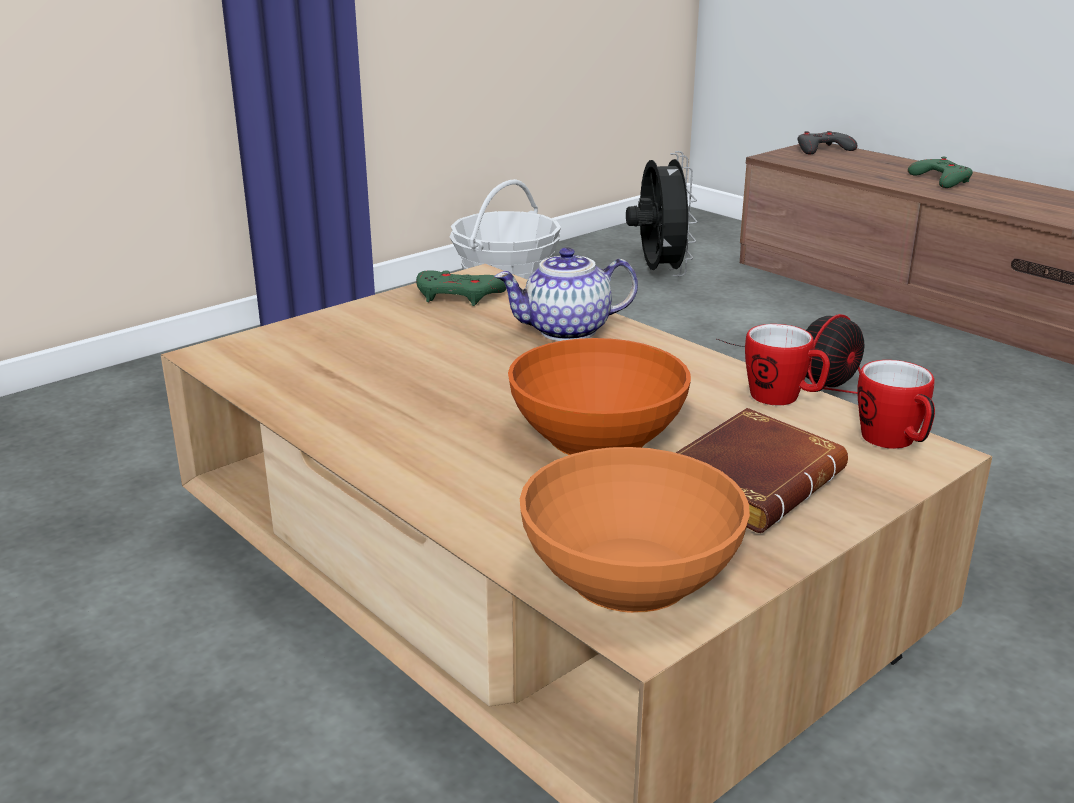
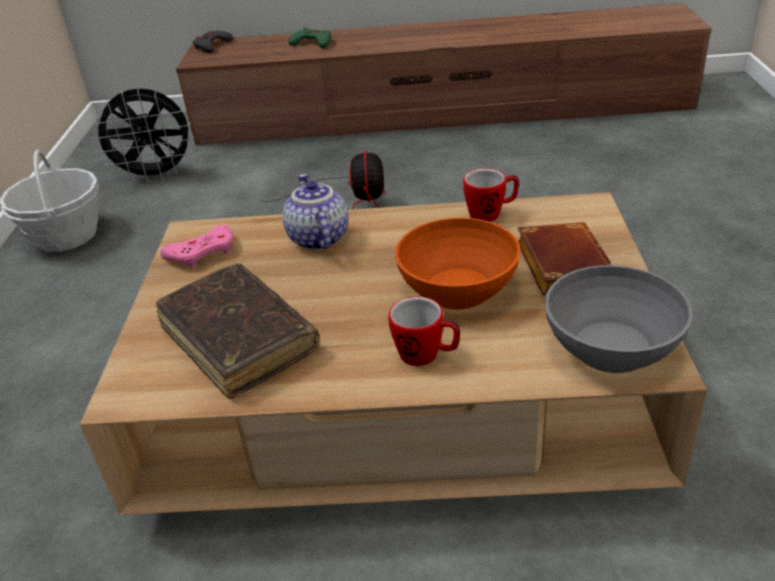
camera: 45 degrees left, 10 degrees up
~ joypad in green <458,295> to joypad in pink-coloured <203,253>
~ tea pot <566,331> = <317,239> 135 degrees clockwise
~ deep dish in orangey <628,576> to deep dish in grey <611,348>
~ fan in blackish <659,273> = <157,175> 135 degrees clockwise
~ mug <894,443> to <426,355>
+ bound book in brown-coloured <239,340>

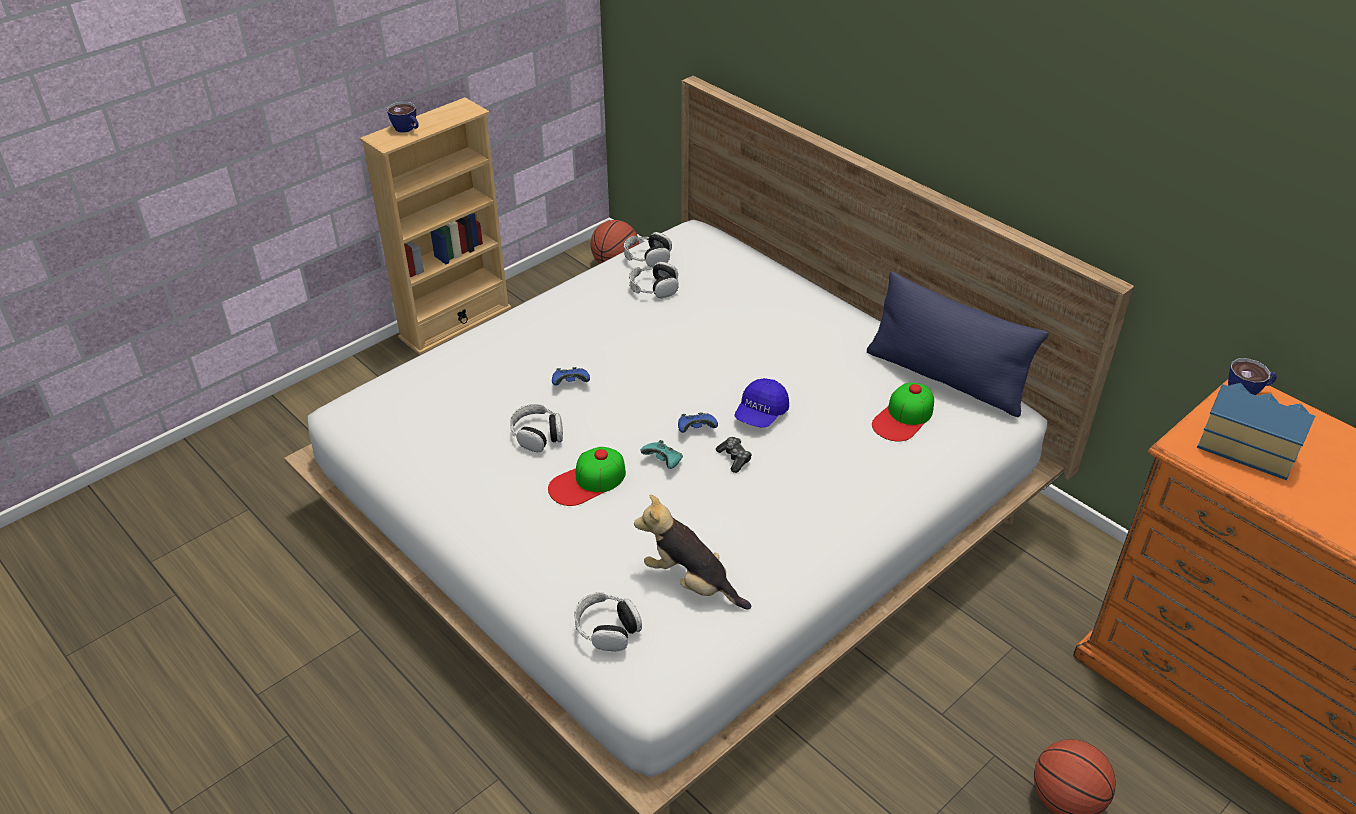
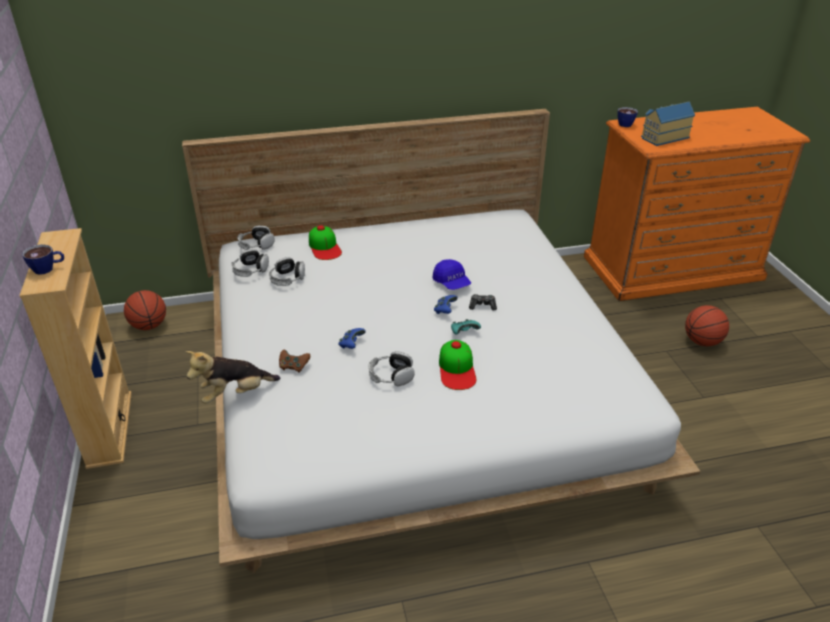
camera: 60 degrees left, 5 degrees down
~ pair of headphones <607,629> to <256,245>
~ soft toy <691,582> to <235,394>
- throw pillow in bluish <945,378>
~ peaked cap <903,417> to <324,247>
+ joypad in brown-coloured <293,367>

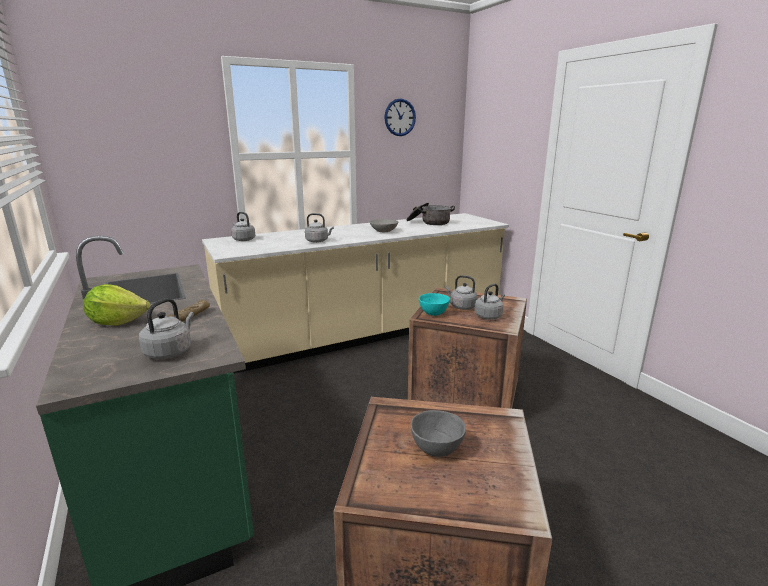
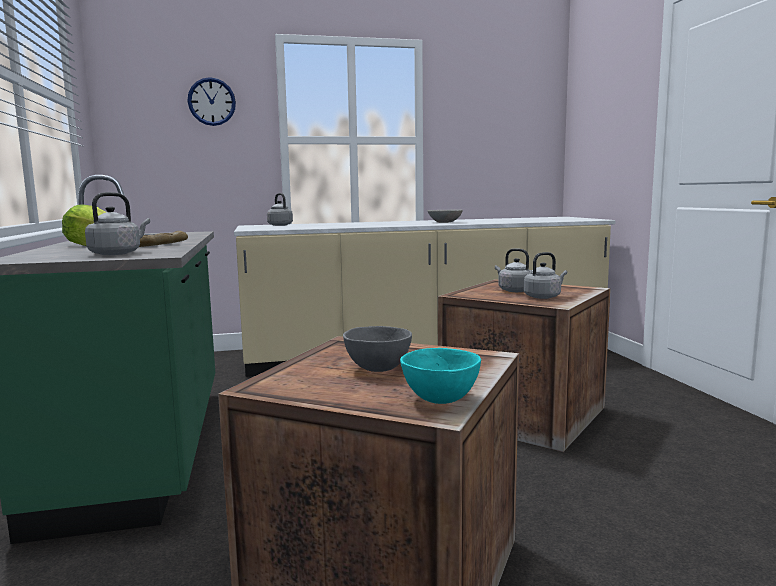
camera: 15 degrees right, 10 degrees down
- kettle in grey <318,241>
~ clock on the wall <400,117> to <211,101>
- cooking pot <429,222>
~ deep dish in blue-green <433,314> to <439,400>

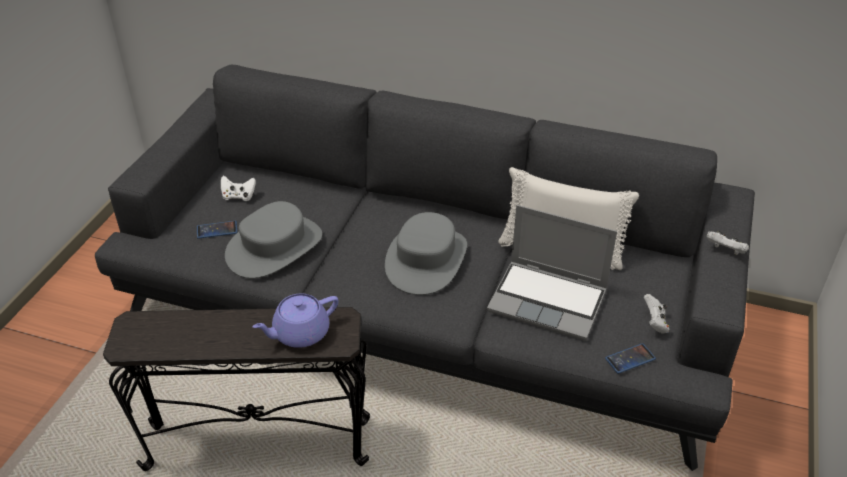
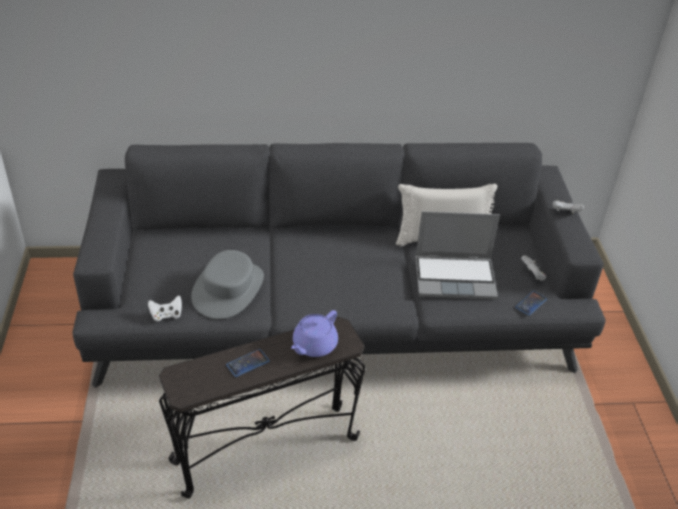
camera: 25 degrees left, 0 degrees up
~ phone <217,230> to <247,363>
~ joypad in white-coloured <239,196> to <166,315>
- hat in grey <426,259>

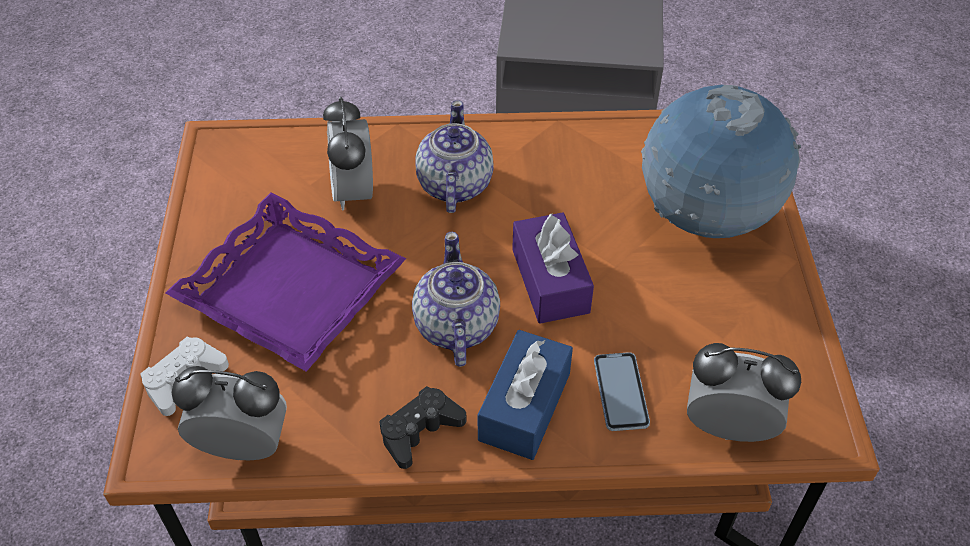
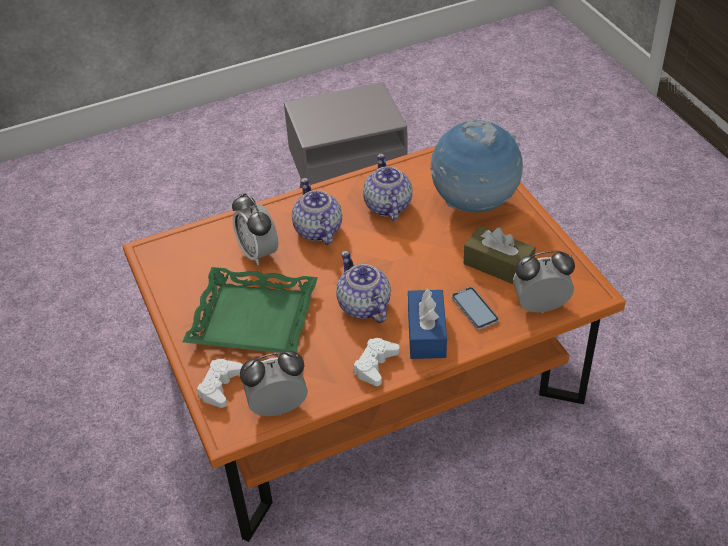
camera: 20 degrees left, 5 degrees down
~ tray in purple <289,291> to tray in green <253,319>
~ joypad in blackish <420,431> to joypad in white-coloured <375,365>
- tissue holder in purple <550,281>
+ tea pot <387,206>
+ tissue holder in brown-coloured <498,265>

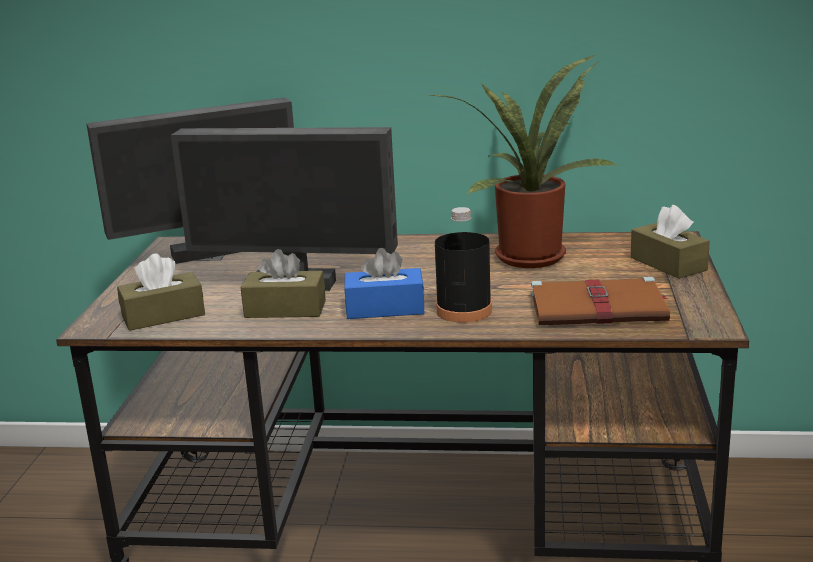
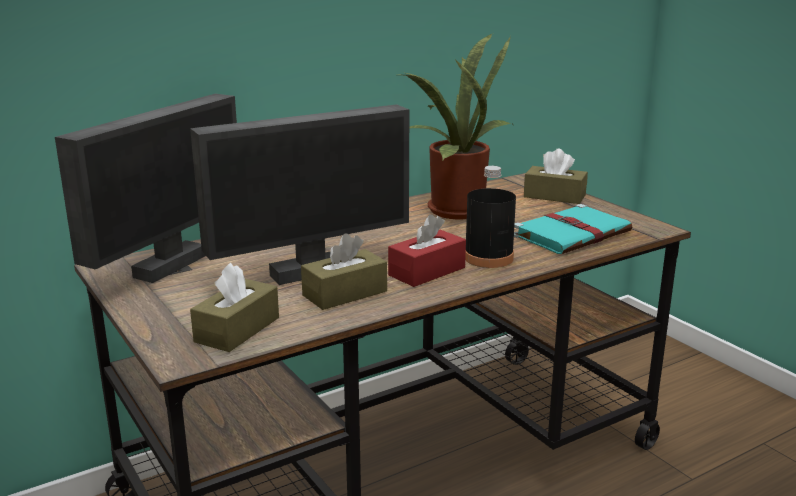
camera: 40 degrees left, 0 degrees up
~ tissue holder in bluish <385,308> to tissue holder in red <427,271>
~ bound book in brown-coloured <600,308> to bound book in blue-green <573,233>

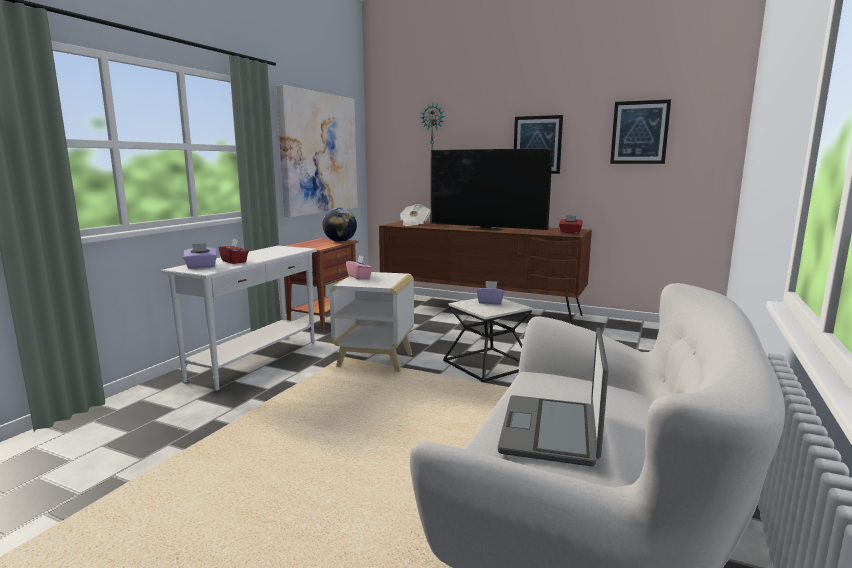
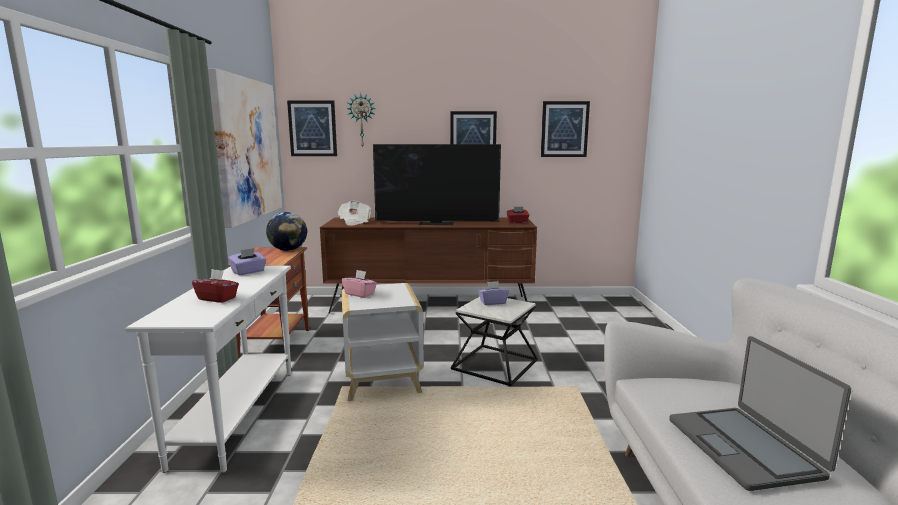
camera: 25 degrees left, 0 degrees up
~ tissue holder in purple <201,266> to <248,272>
+ wall art <312,128>

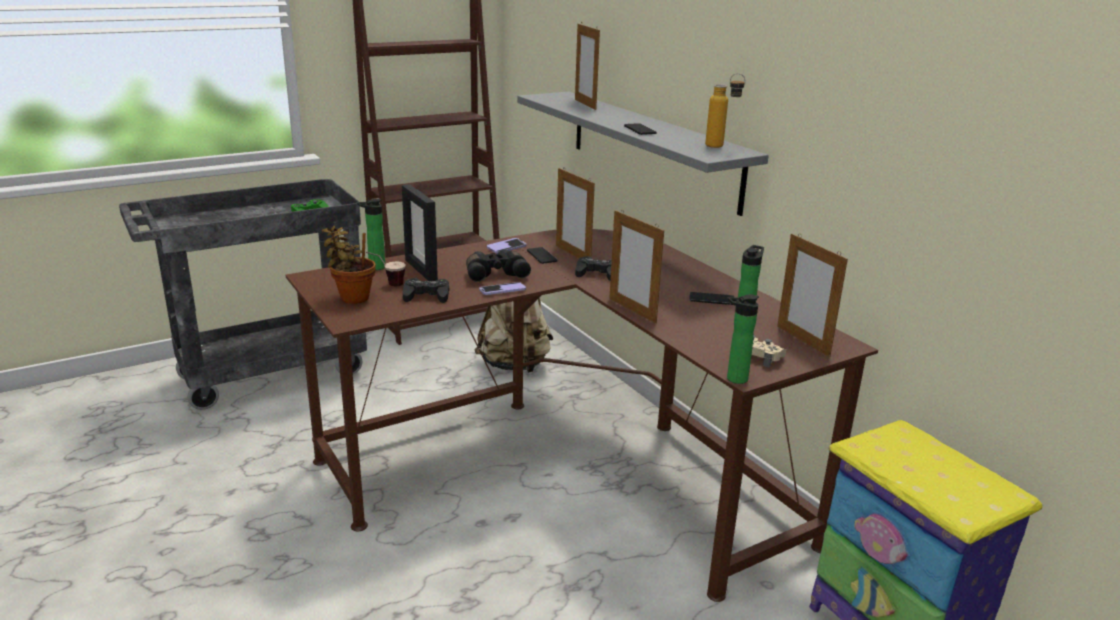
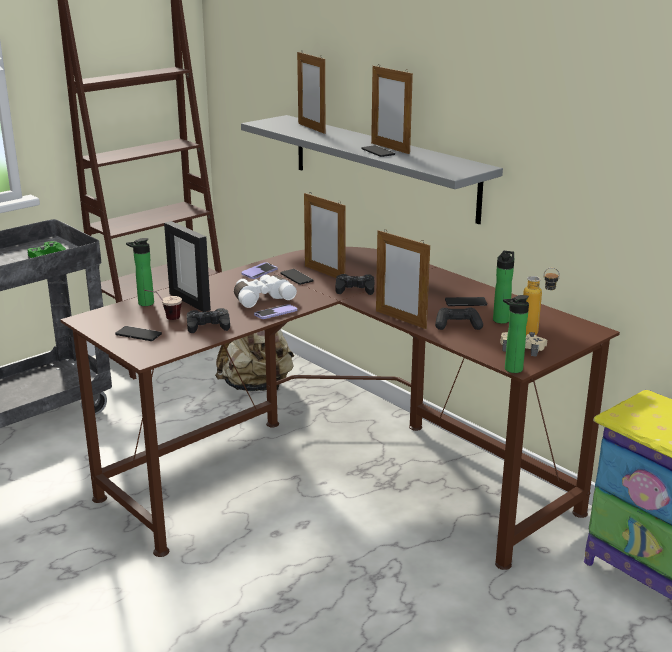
camera: 10 degrees left, 0 degrees up
~ houseplant <352,297> to phone <138,334>
~ field glasses in blackish <495,273> to field glasses in white-coloured <261,298>
~ bottle <721,147> to <536,334>
~ photo frame <802,341> to <390,148>
+ joypad in blackish <457,325>

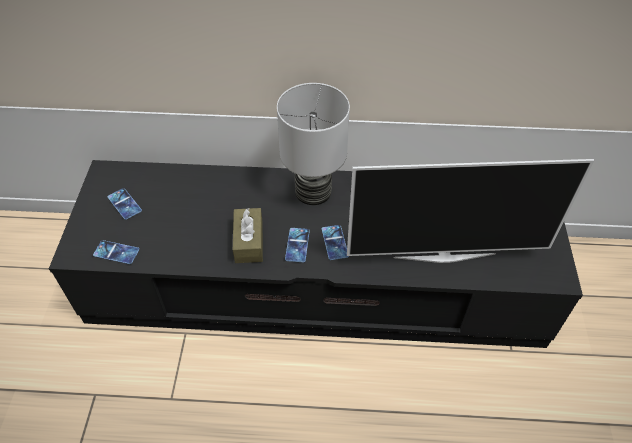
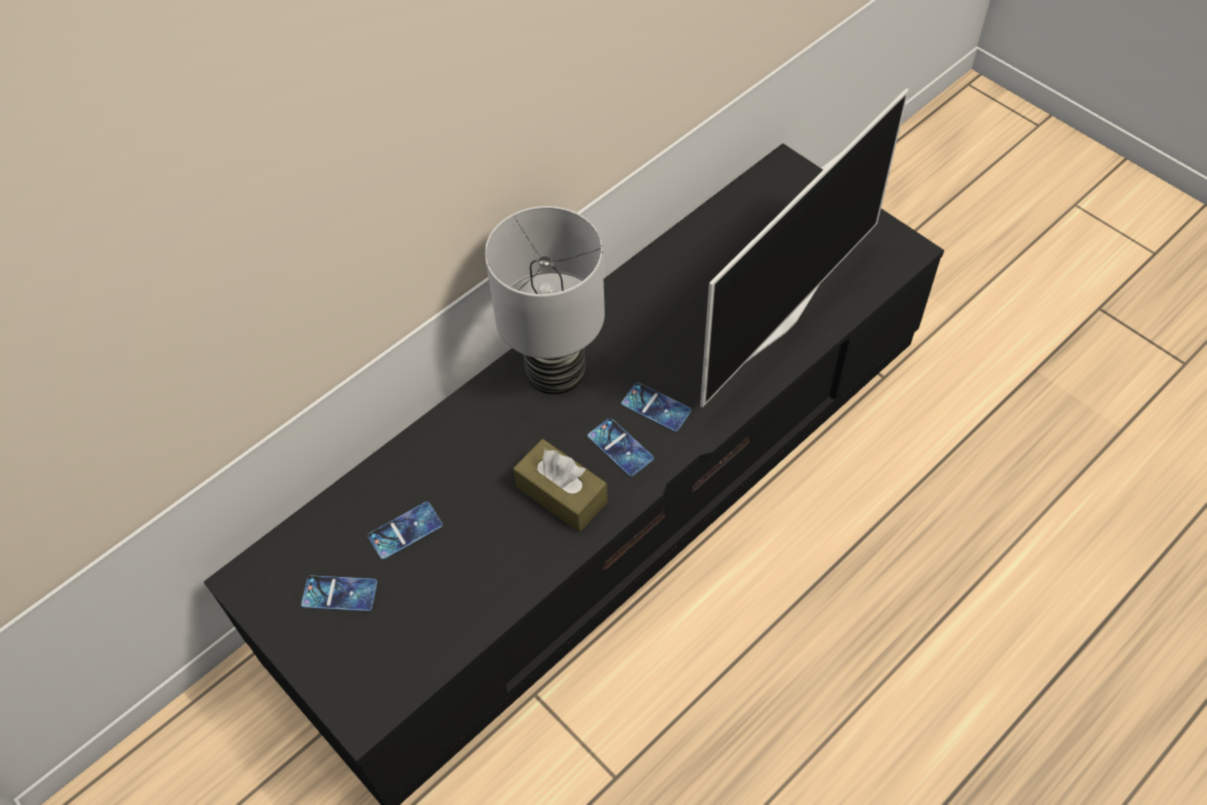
camera: 45 degrees left, 5 degrees up
~ phone <116,252> to <405,530>

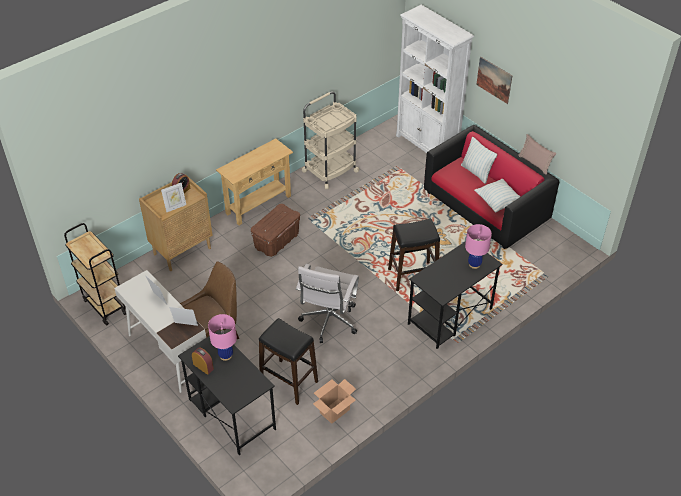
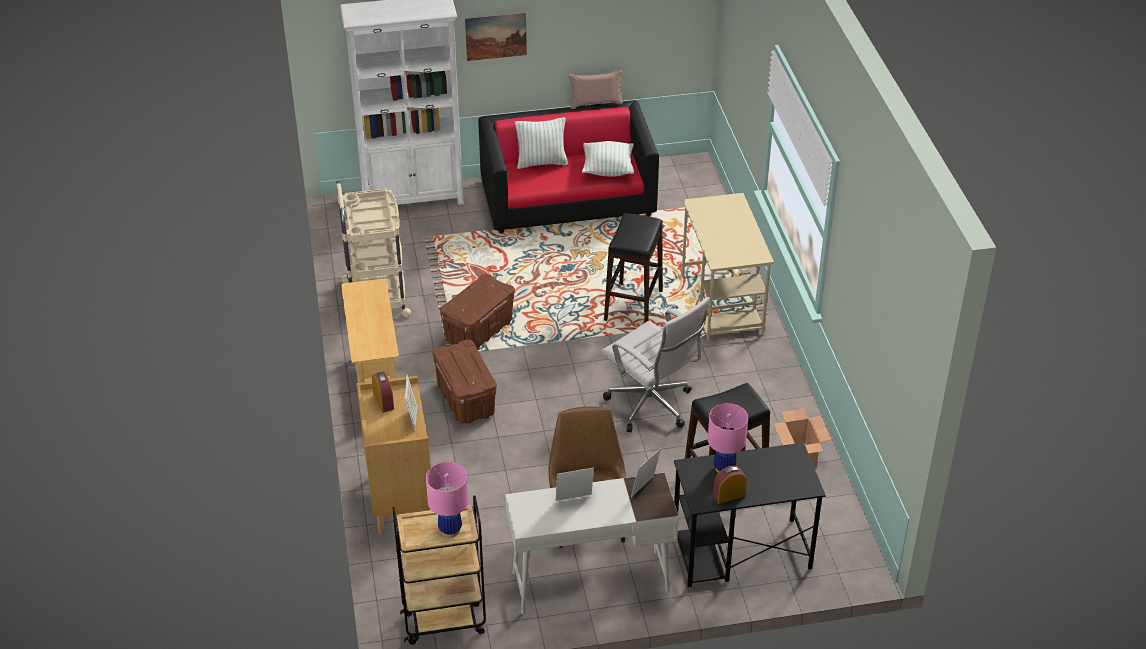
camera: 60 degrees left, 5 degrees down
~ desk table in blackish <449,317> to desk table in sand-coloured <722,304>
~ table lamp in pink-coloured <474,264> to <450,530>
+ storage container in brown-coloured <479,331>

